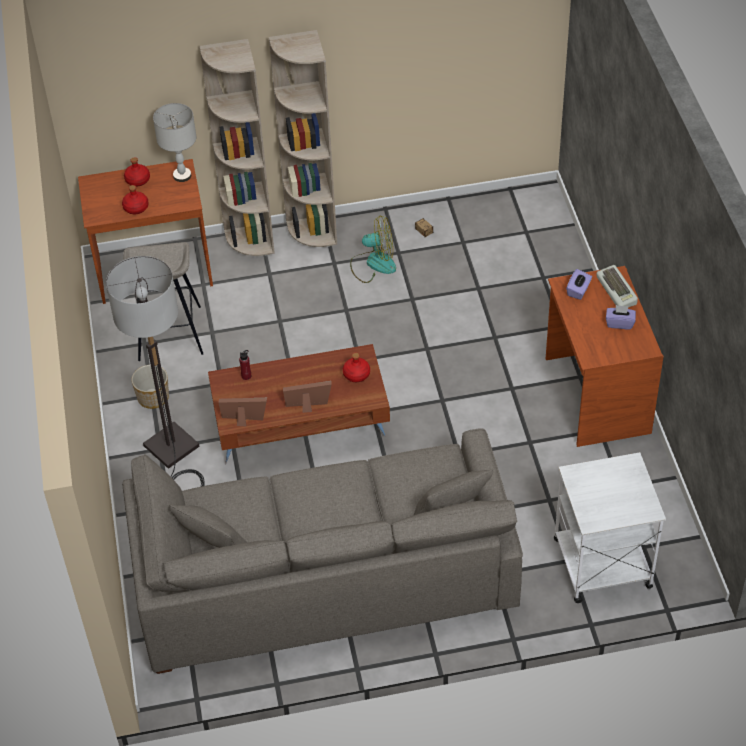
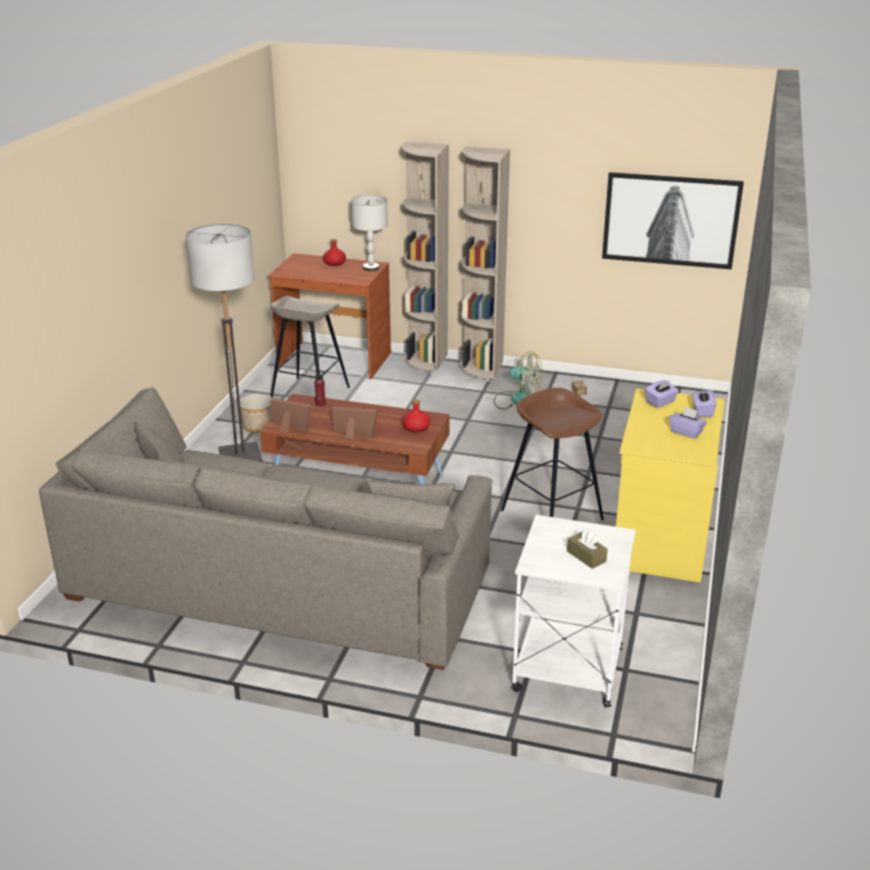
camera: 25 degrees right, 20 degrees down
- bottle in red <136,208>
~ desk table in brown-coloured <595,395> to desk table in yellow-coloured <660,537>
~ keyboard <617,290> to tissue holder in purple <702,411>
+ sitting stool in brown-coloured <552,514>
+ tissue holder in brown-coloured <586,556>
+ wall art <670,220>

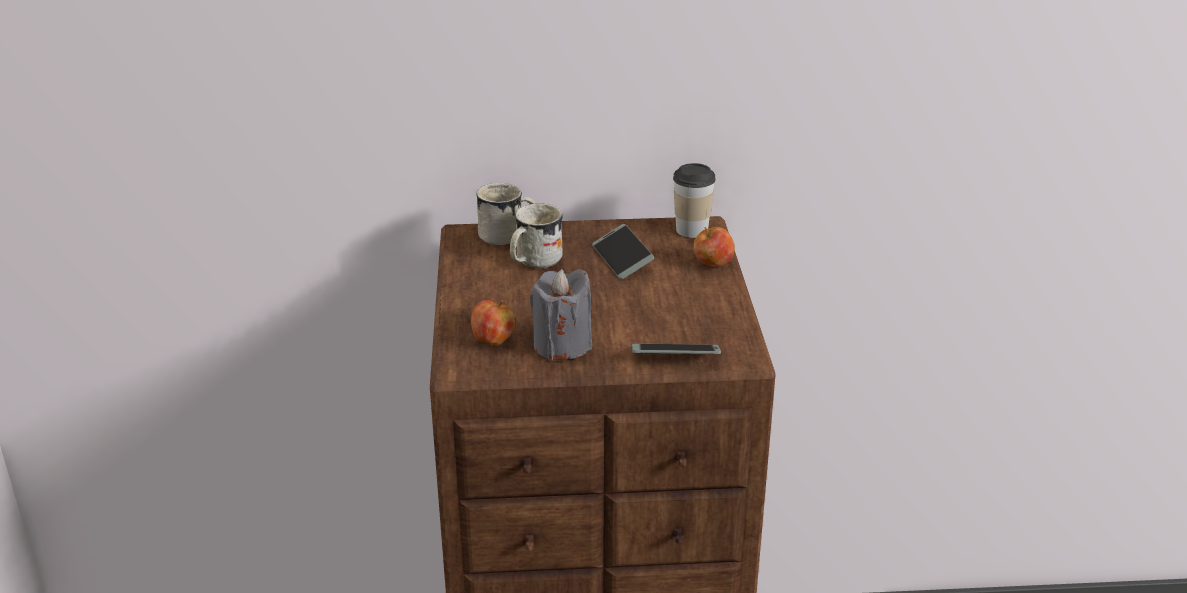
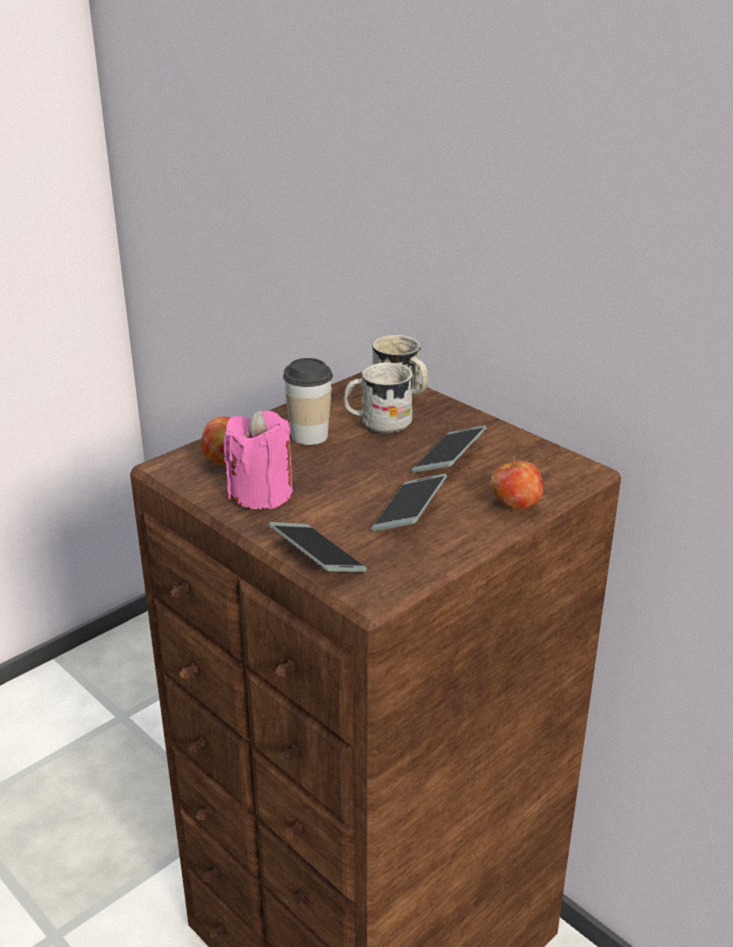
camera: 50 degrees right, 0 degrees up
~ wax light in grey <562,345> to wax light in pink-coloured <261,493>
~ small cup <692,230> to <309,436>
+ phone <409,511>

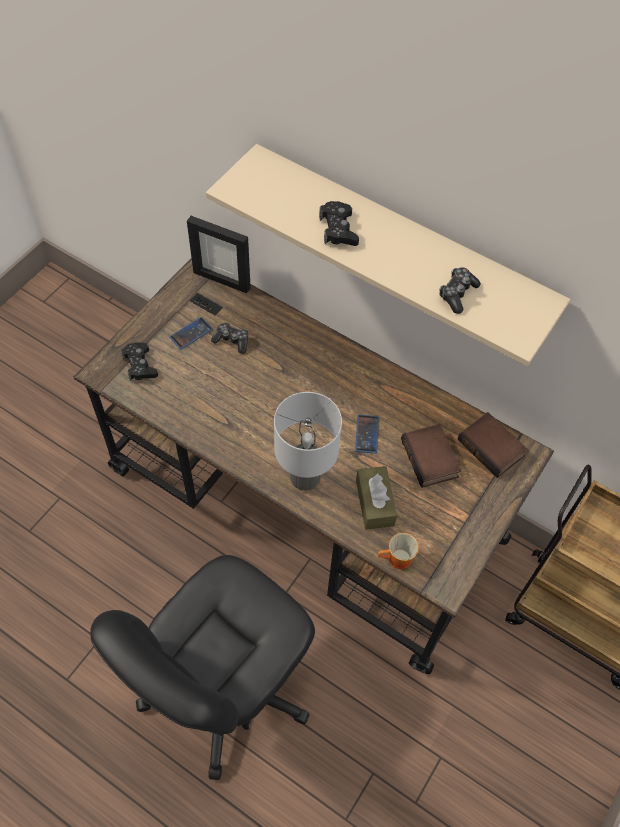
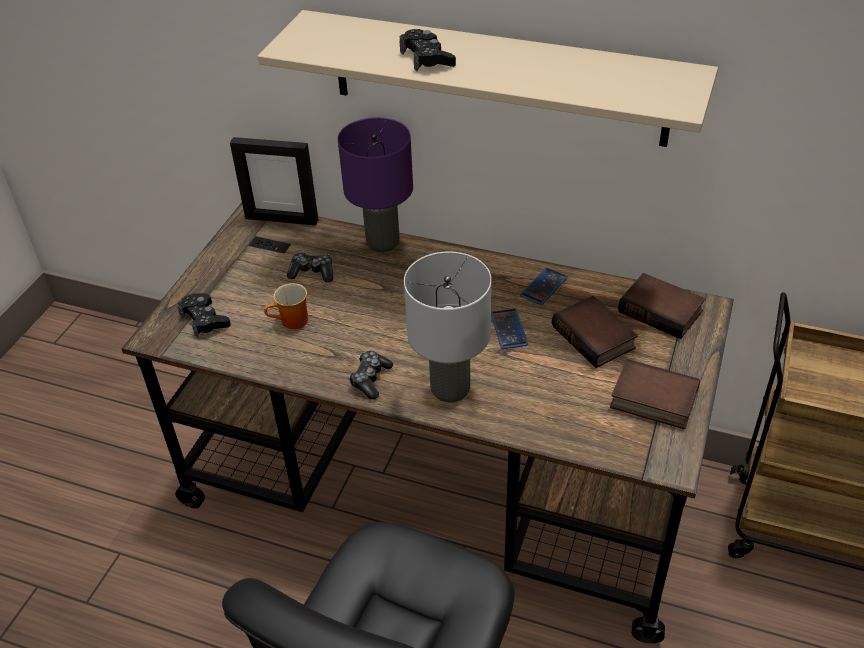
camera: 10 degrees left, 15 degrees down
~ phone <191,333> to <544,287>
- tissue holder in brown-coloured <374,503>
~ mug <397,560> to <292,322>
~ joypad <457,294> to <370,379>
+ table lamp in purple <382,244>
+ bound book <651,401>

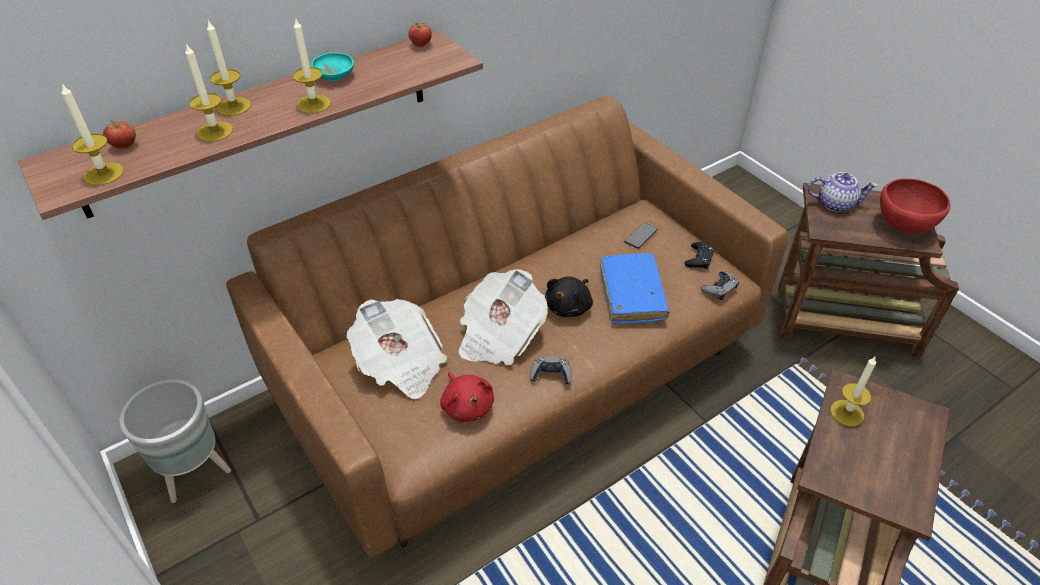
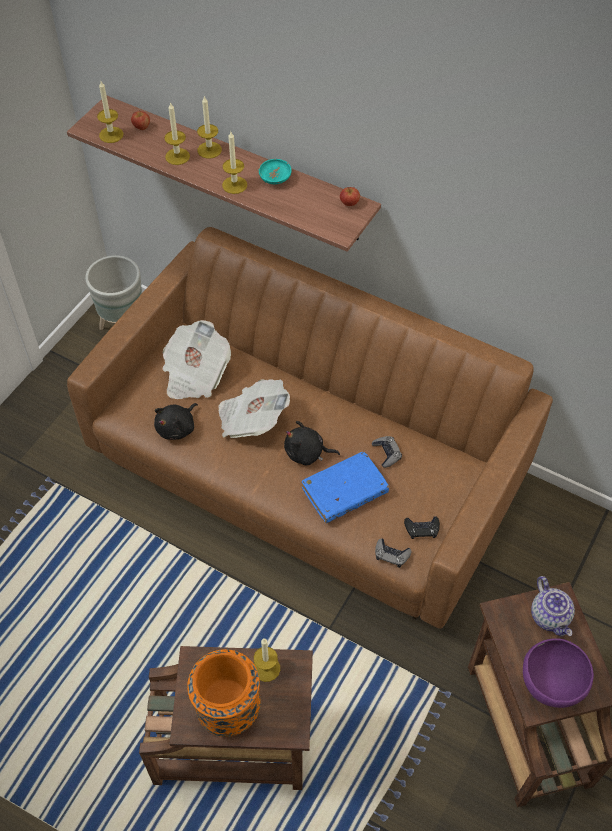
camera: 65 degrees right, 10 degrees up
~ soft toy in red <467,406> to soft toy in blackish <177,428>
~ joypad in grey <550,373> to <387,453>
- phone <641,236>
~ deep dish in red <903,226> to deep dish in purple <551,685>
+ decorative vase in orangey <227,710>

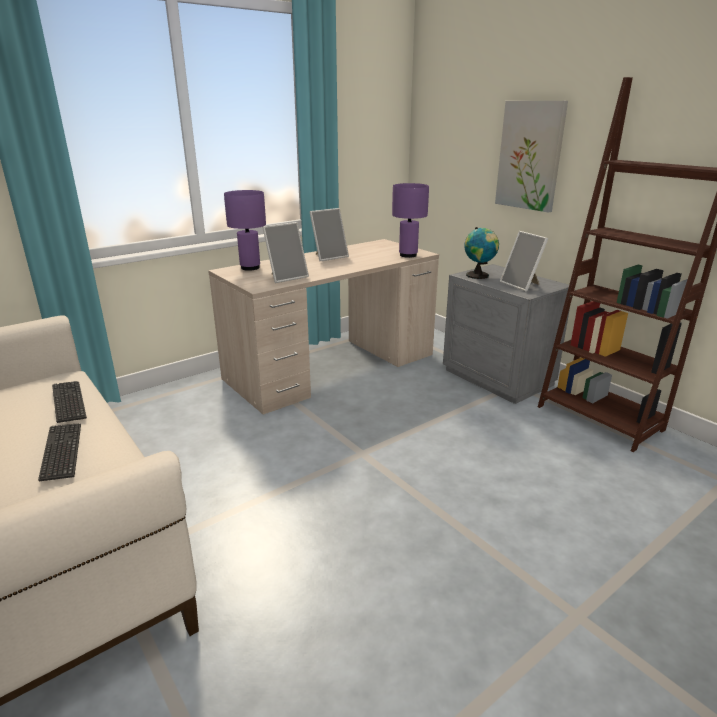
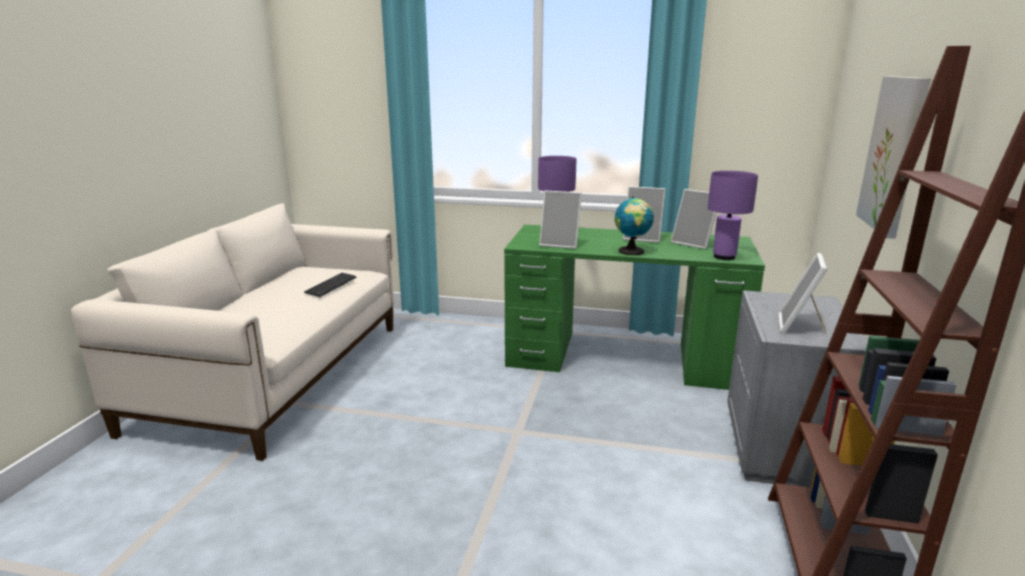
camera: 50 degrees right, 5 degrees down
- keyboard <62,452>
~ desk table in sand-coloured <333,366> to desk table in green <624,357>
~ globe <479,276> to <632,252>
+ photo frame <694,243>

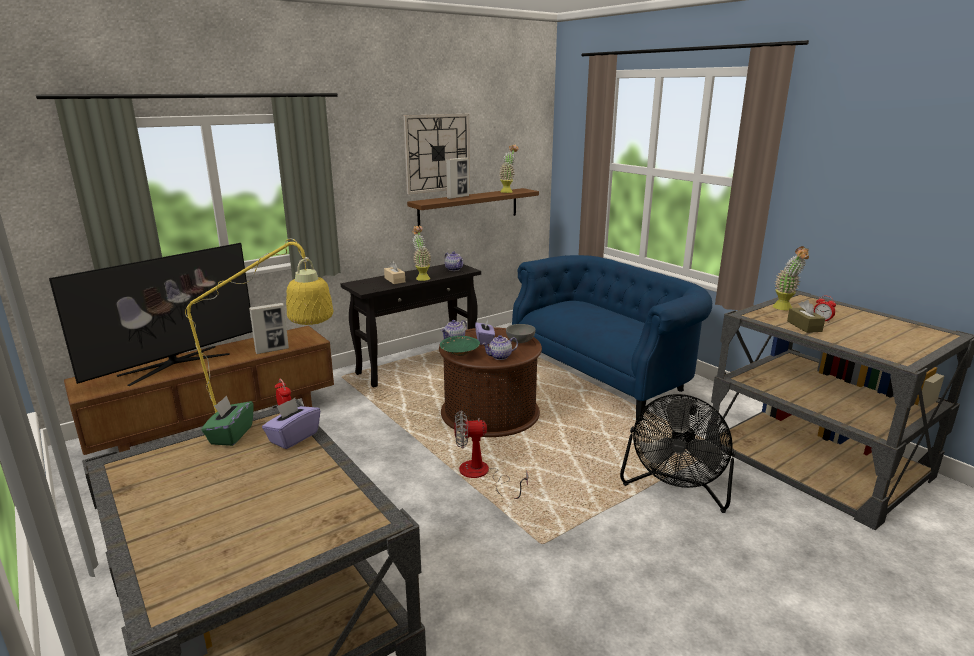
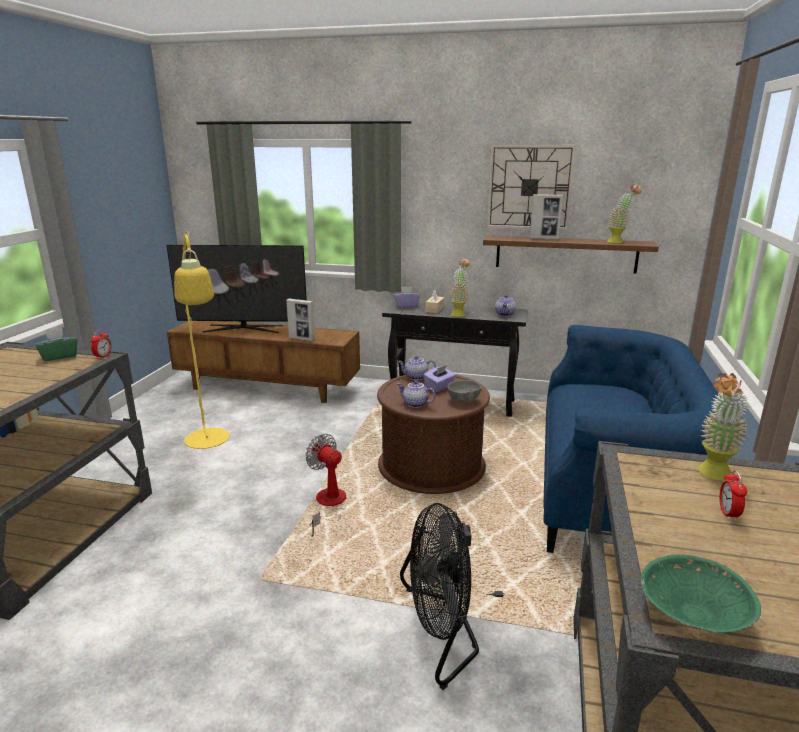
camera: 50 degrees right, 0 degrees up
~ tissue holder in purple <293,437> to <406,305>
~ deep dish in green <459,354> to <692,614>
- tissue holder in brown-coloured <804,326>

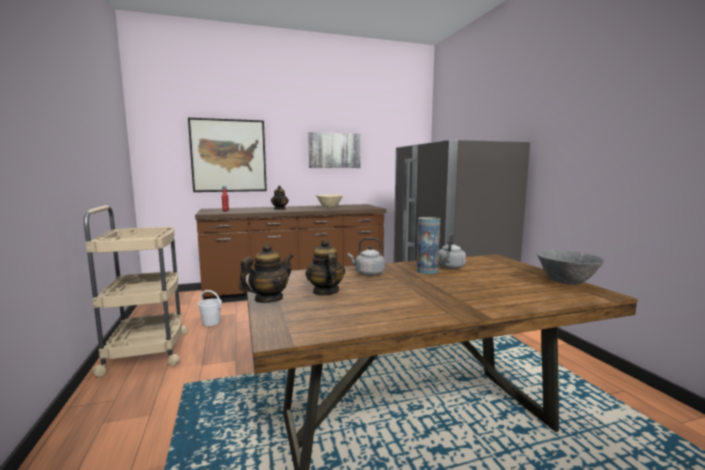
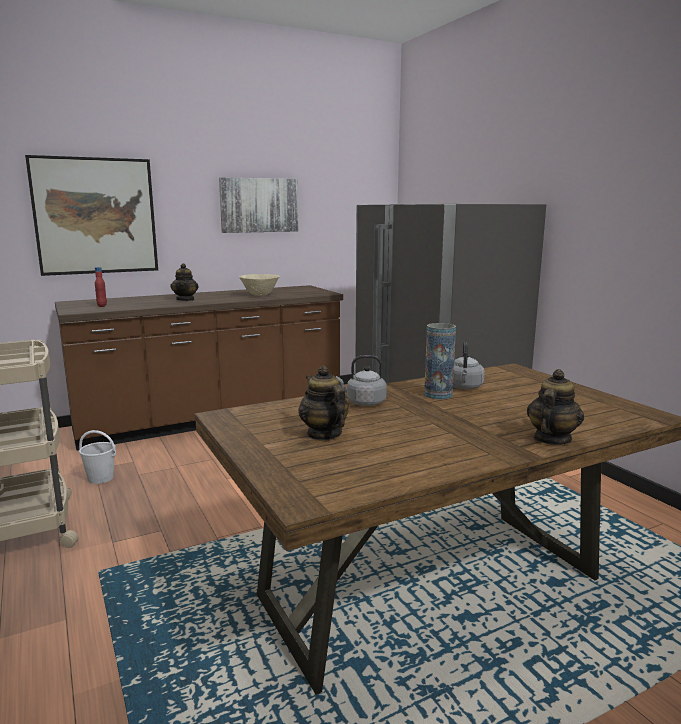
camera: 10 degrees left, 5 degrees up
~ tea pot <268,299> to <551,439>
- deep dish in grey <565,283>

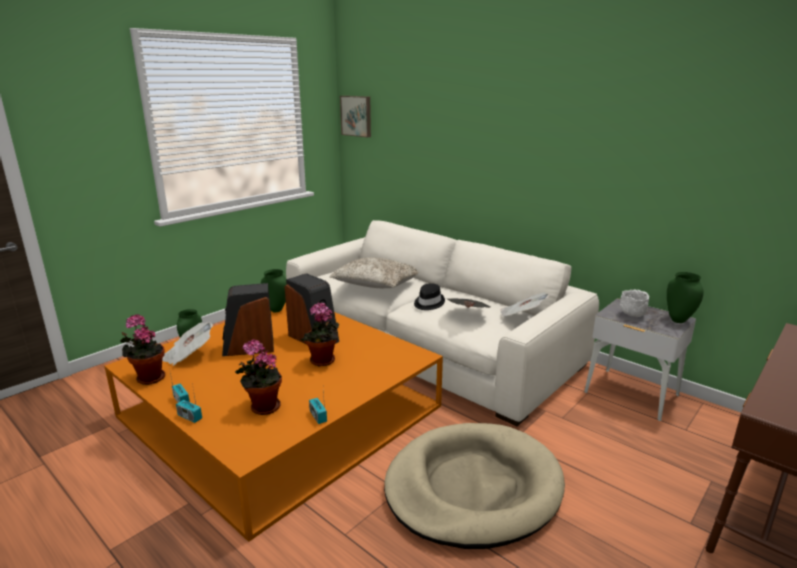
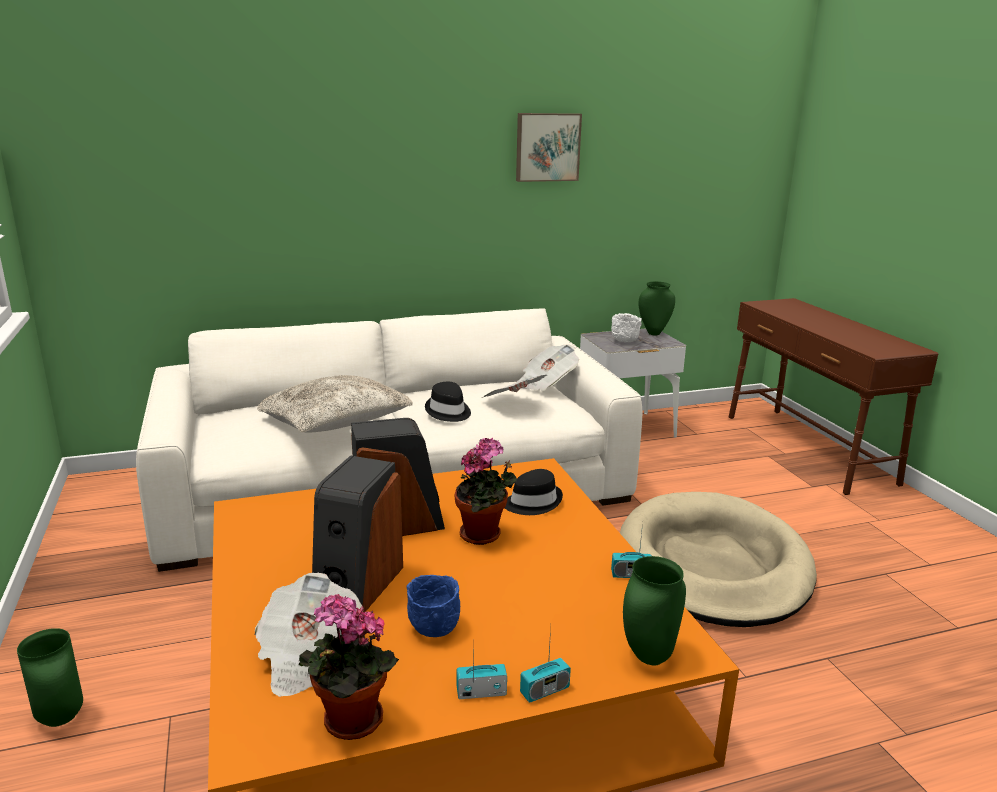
camera: 60 degrees left, 0 degrees up
- houseplant <262,407>
~ decorative vase in green <276,310> to <649,657>
~ wall art <356,116> to <547,147>
+ deep dish in bluish <434,628>
+ hat in blackish <532,502>

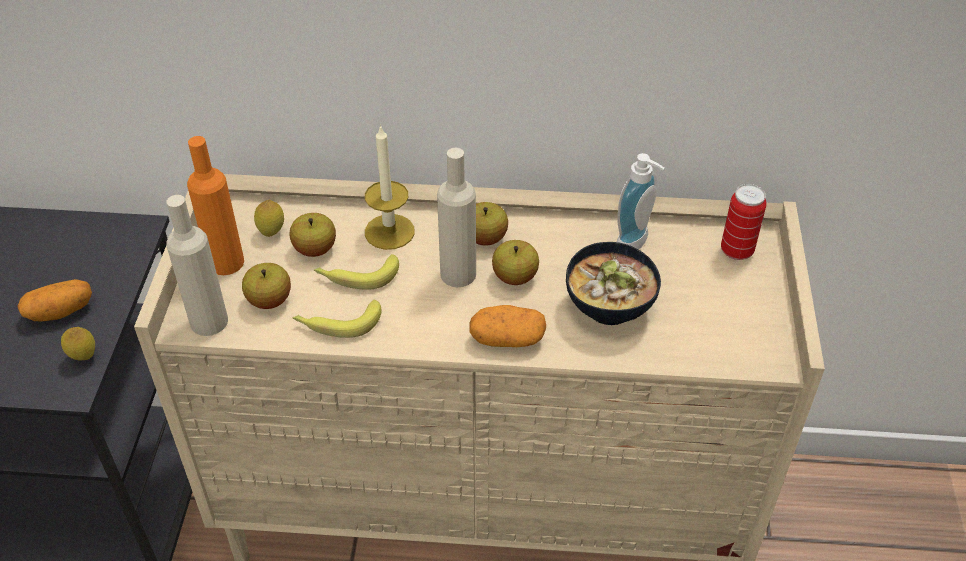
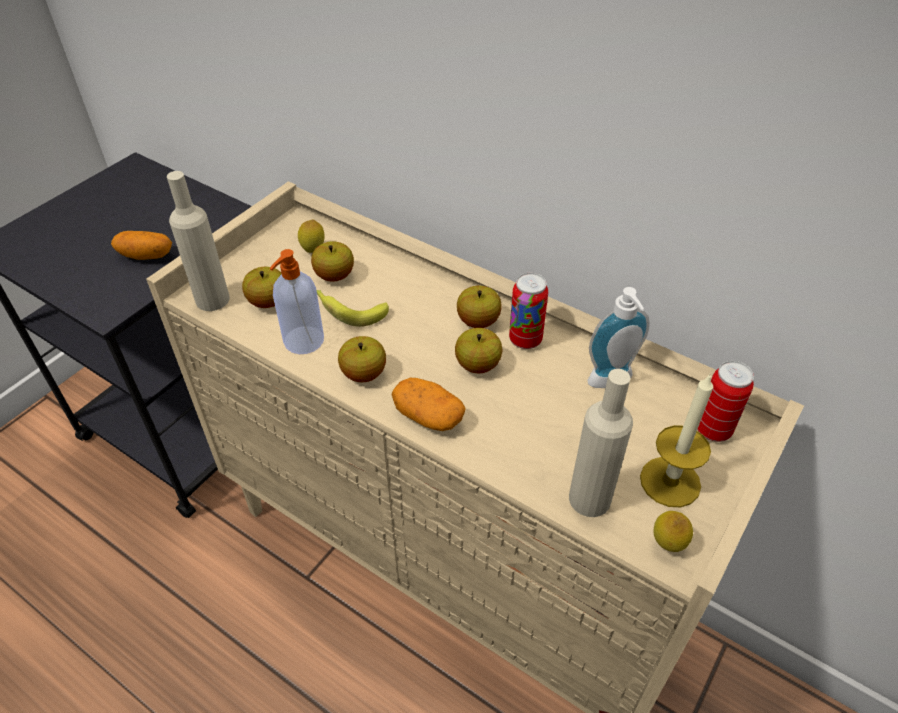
camera: 30 degrees right, 0 degrees up
~ citrus fruit <84,358> to <667,545>
- bottle in orangey <226,262>
~ banana <337,323> to liquid soap bottle <303,341>
~ wax light <389,232> to <670,481>
~ bottle in sand-coloured <458,274> to <589,499>
- deep dish <610,307>
+ apple fruit <364,373>
+ metal can <525,340>

